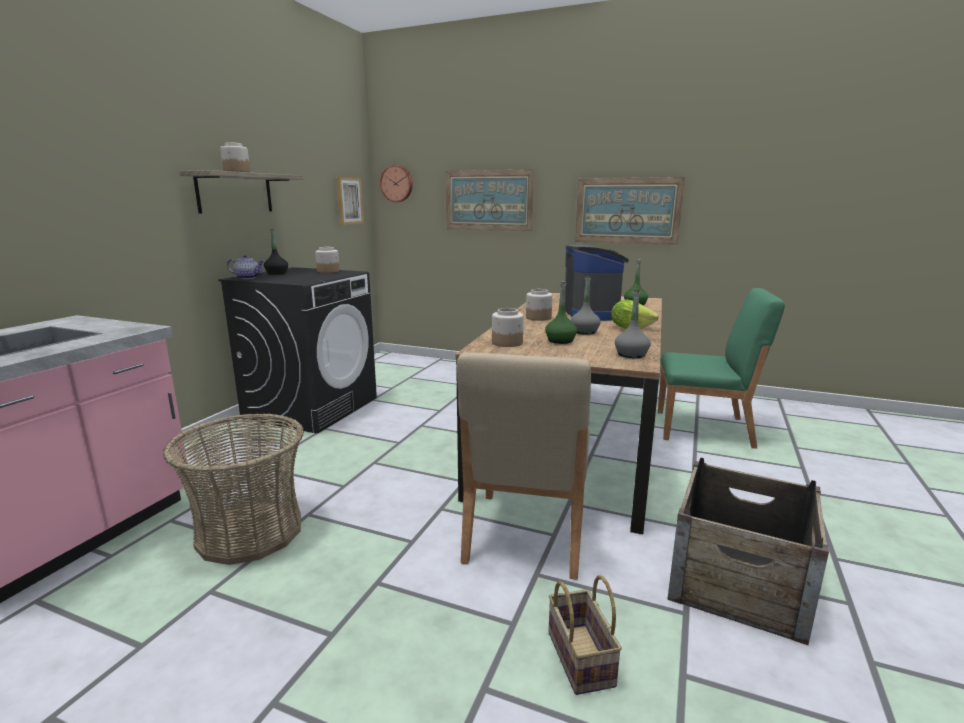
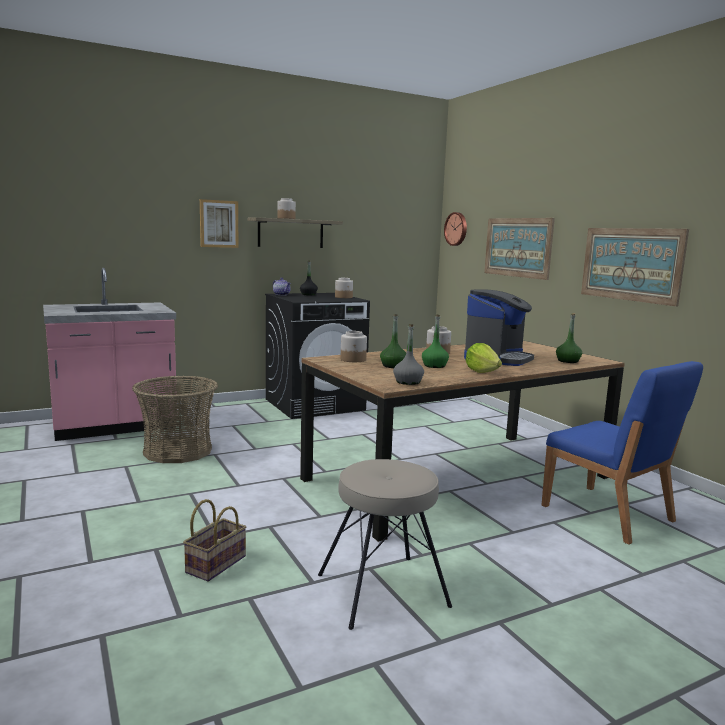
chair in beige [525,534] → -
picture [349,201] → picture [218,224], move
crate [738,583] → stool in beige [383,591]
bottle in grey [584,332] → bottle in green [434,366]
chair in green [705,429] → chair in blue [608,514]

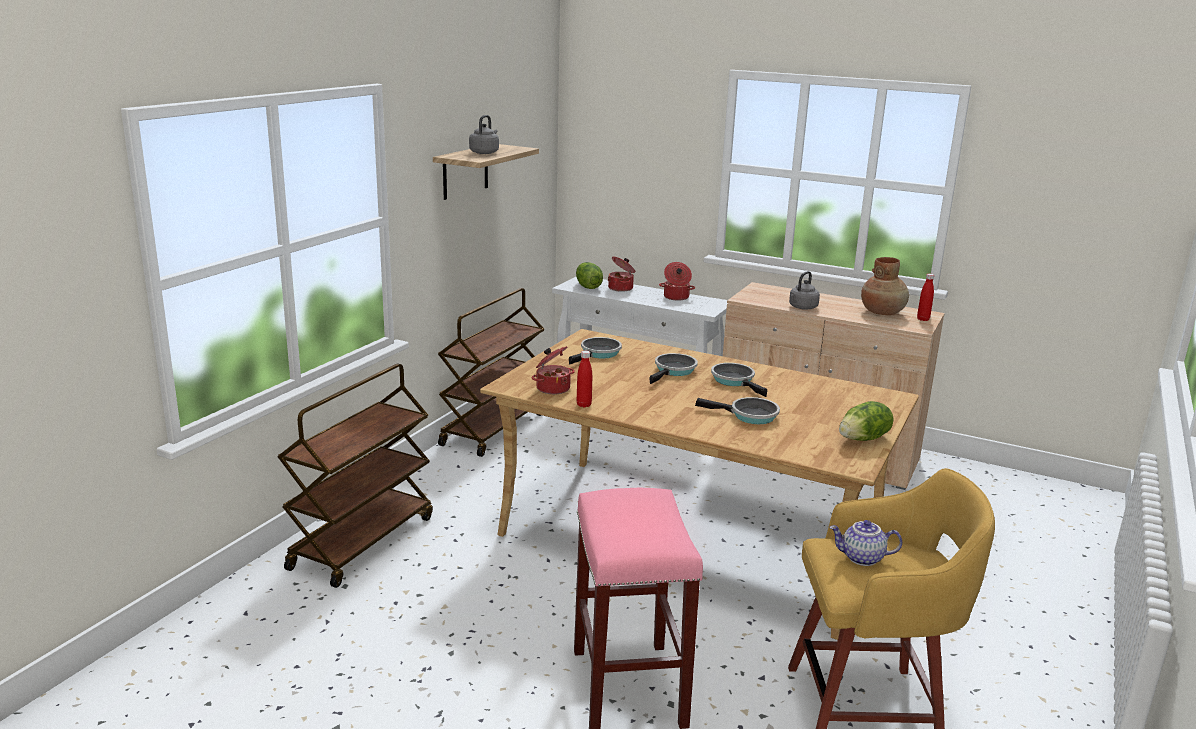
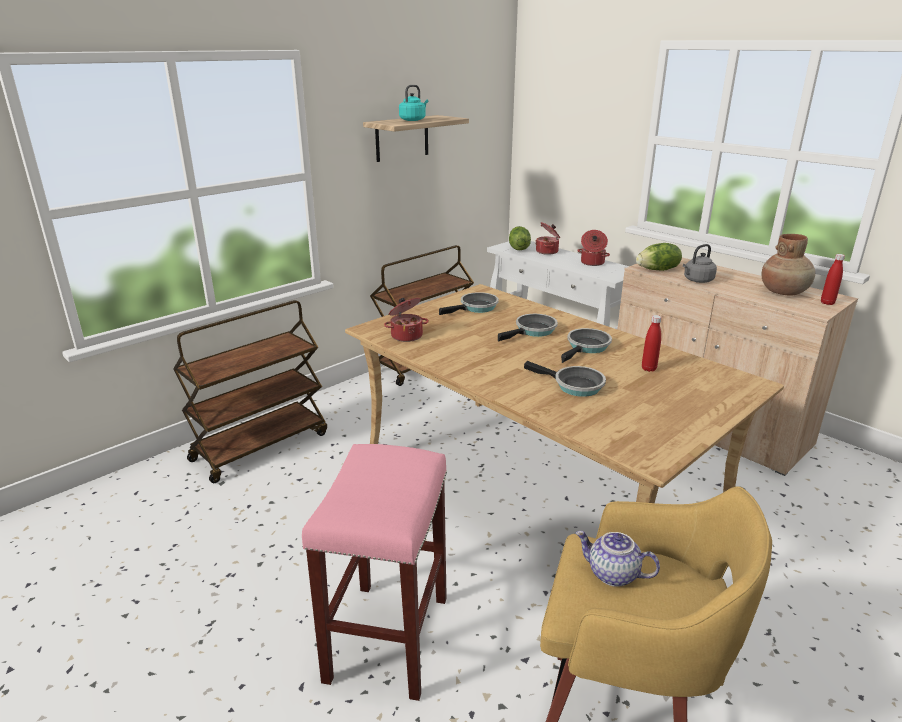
bottle in red [584,405] → bottle in red [648,369], move
lettuce [864,439] → lettuce [658,270], move
kettle in grey [485,152] → kettle in turquoise [413,120]
frying pan [735,381] → frying pan [587,347], 45 degrees clockwise

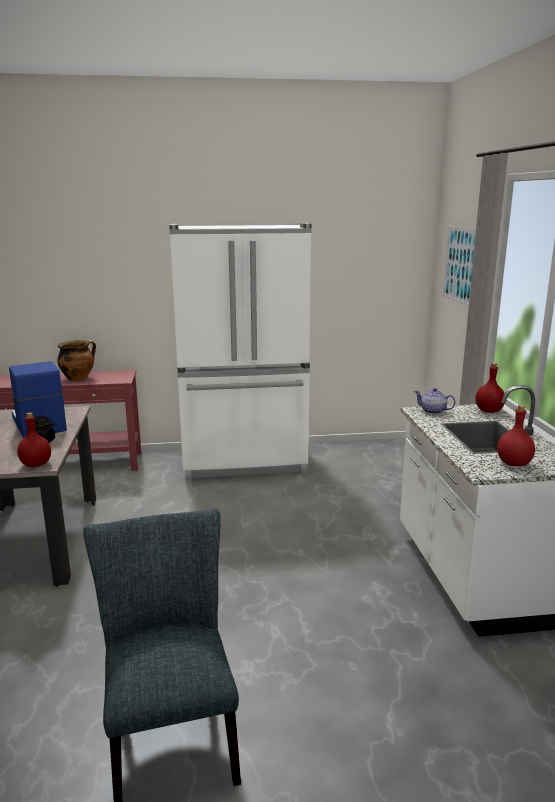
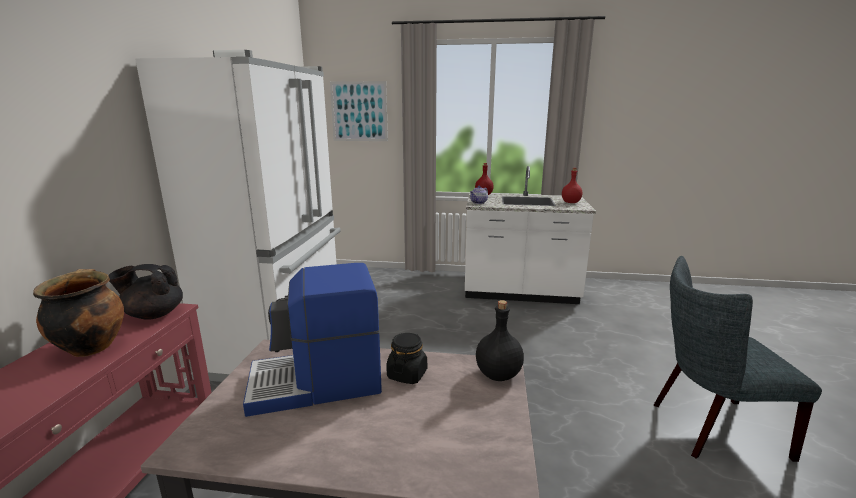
- → teapot in black [154,314]
bottle in red [36,464] → bottle in black [498,374]

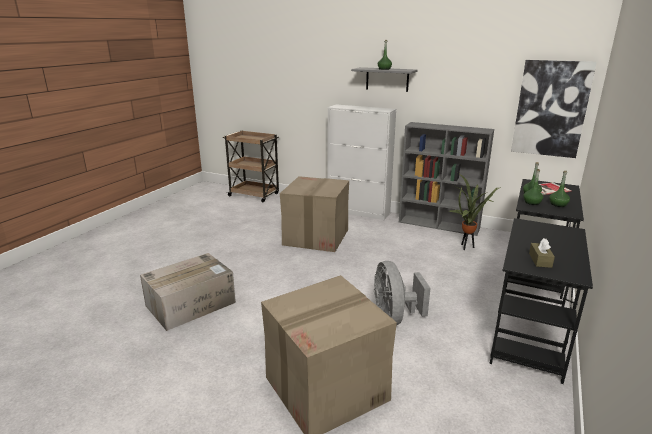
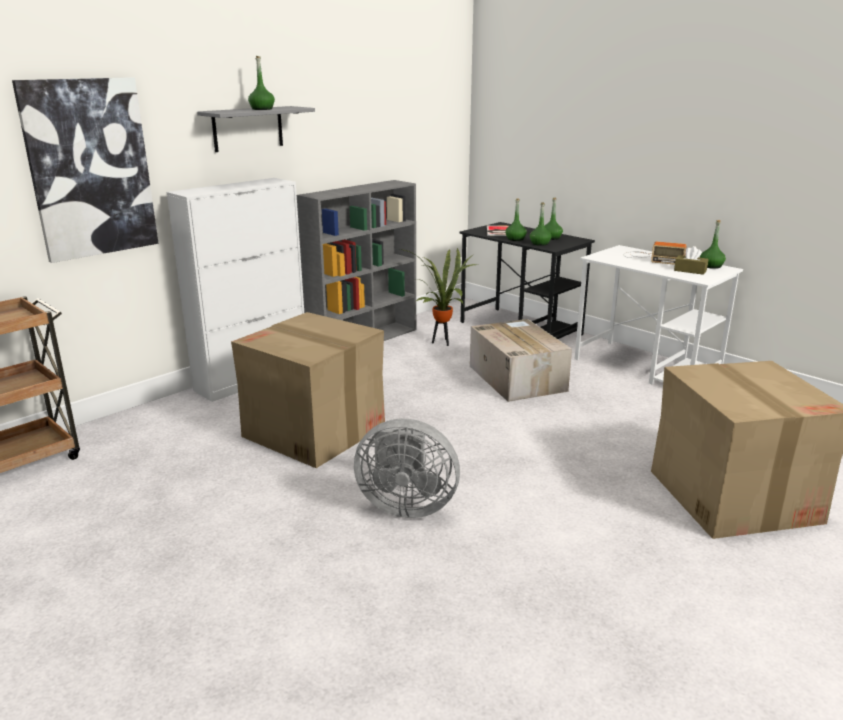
- → radio [651,258]
- → bottle in green [711,266]
cardboard box [192,303] → cardboard box [516,377], move
fan in grey [394,317] → fan in grey [405,505], move
picture [551,109] → picture [90,169], move
desk in black [528,337] → desk in white [647,367]

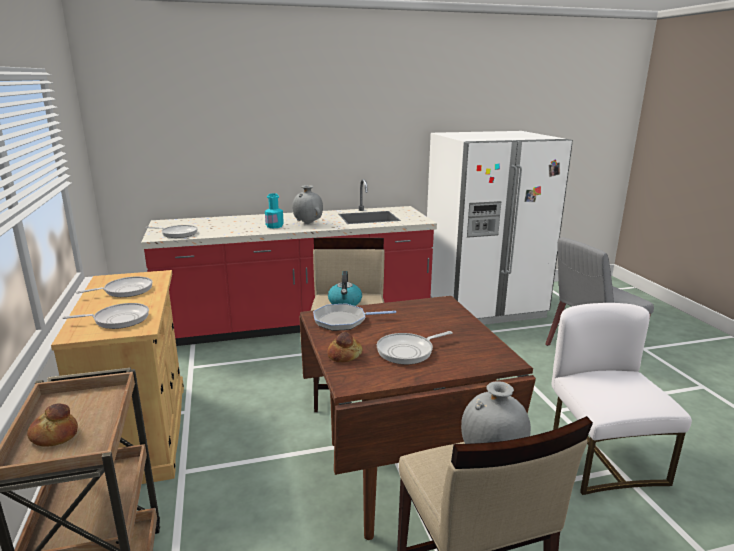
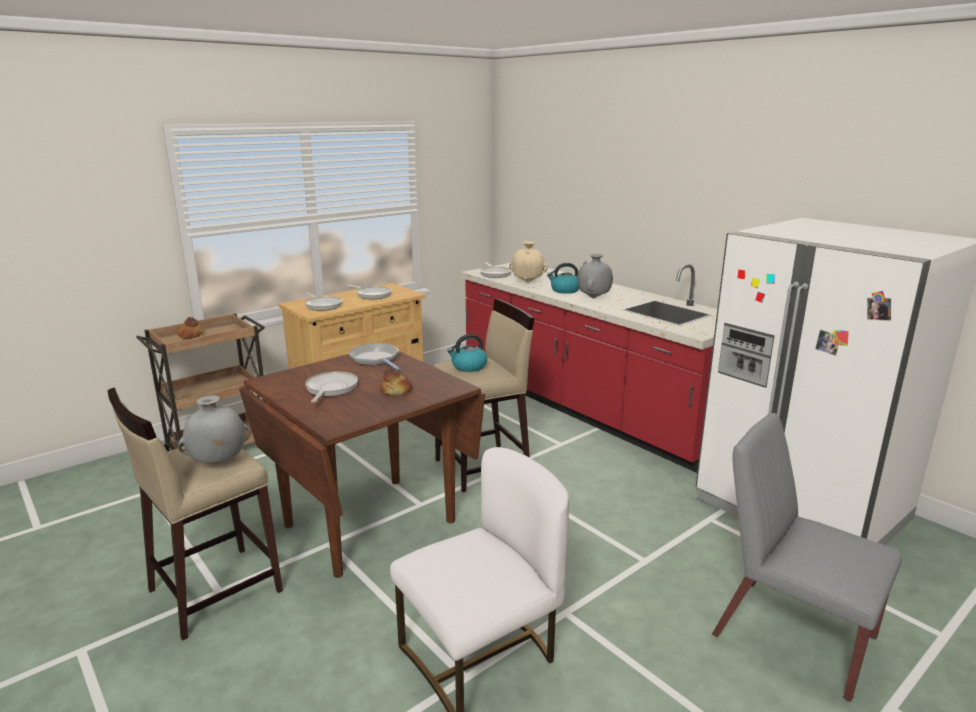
- → vase in beige [528,282]
bread [345,355] → bread [396,391], move
bottle in turquoise [274,226] → kettle [564,290]
frying pan [408,351] → frying pan [330,389], 60 degrees clockwise

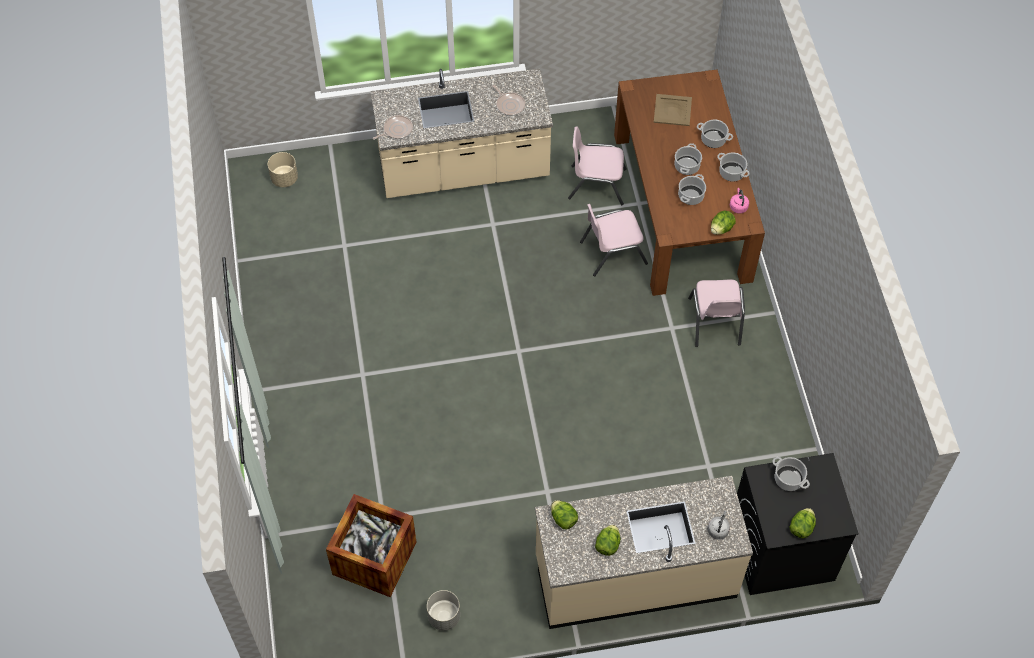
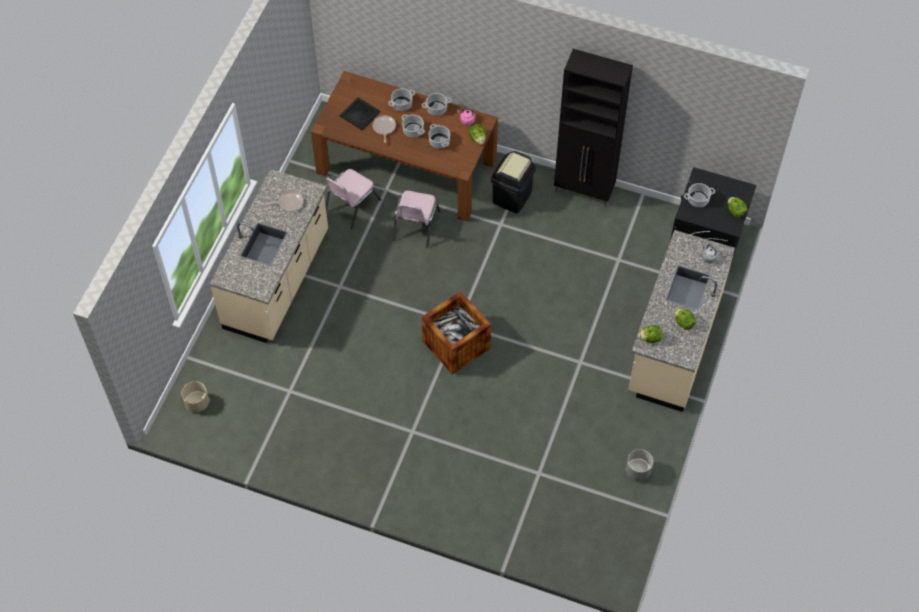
- → cabinet in black [584,191]
crate [374,558] → crate [456,345], move
frying pan [396,130] → frying pan [384,128], move
chair in pink [714,322] → trash can in black [512,197]
tray in beige [672,110] → tray in black [359,114]

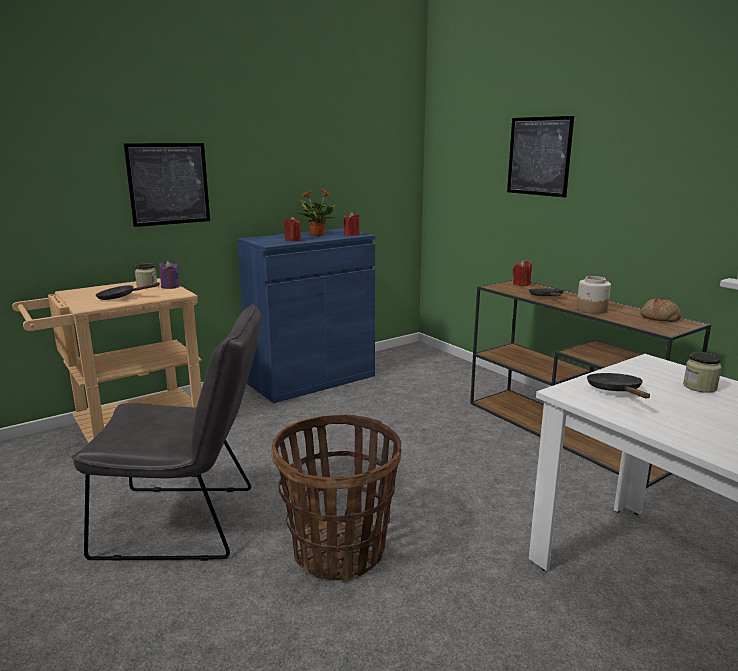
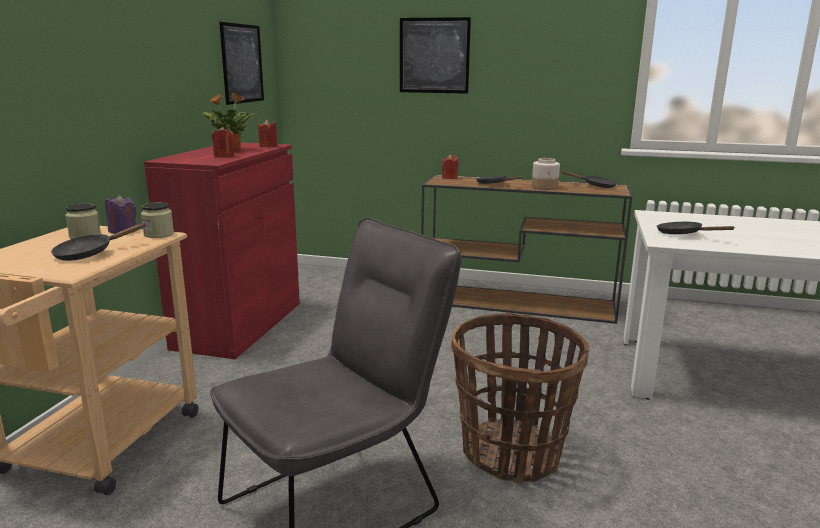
picture [168,184] → picture [242,63], move
jar [699,387] → jar [159,234], move
bread [659,318] → frying pan in black [595,186]
cabinet in blue [311,380] → cabinet in red [239,325]

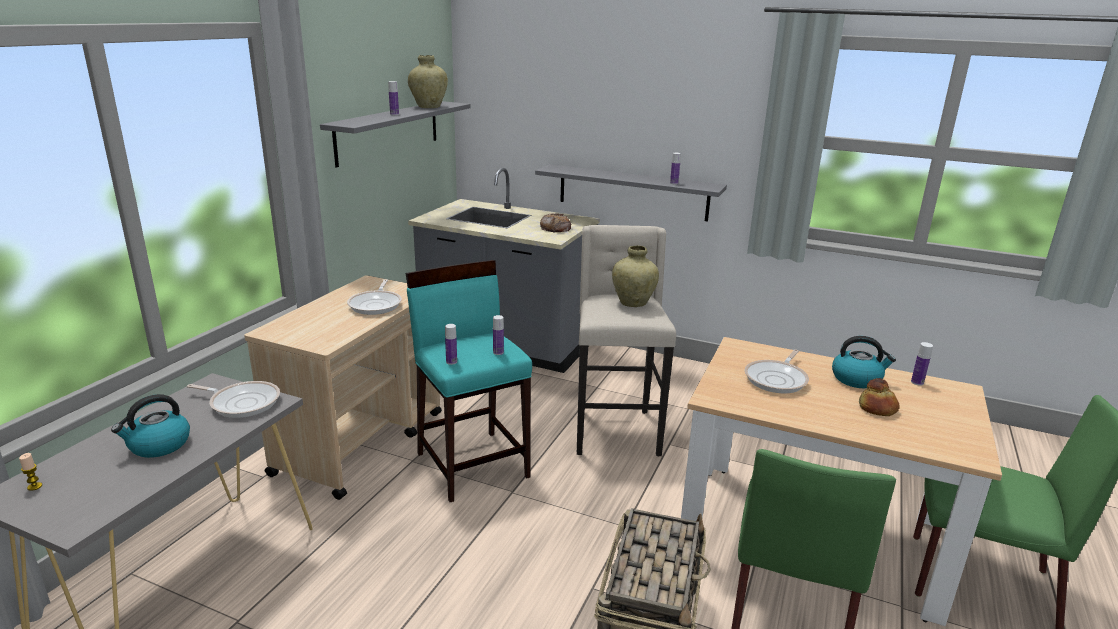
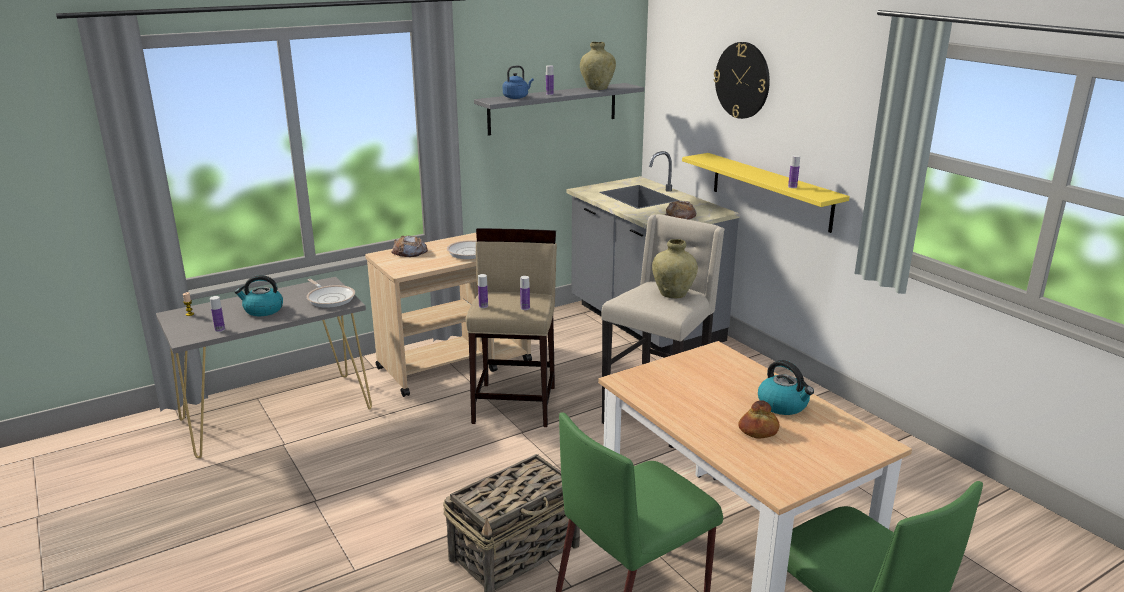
frying pan [777,379] → -
- → bread [409,252]
- → kettle in blue [517,97]
- → wall clock [742,80]
bottle [917,382] → bottle [220,329], move
stool in turquoise [473,464] → stool in beige [515,404]
shelf in grey [632,192] → shelf in yellow [770,191]

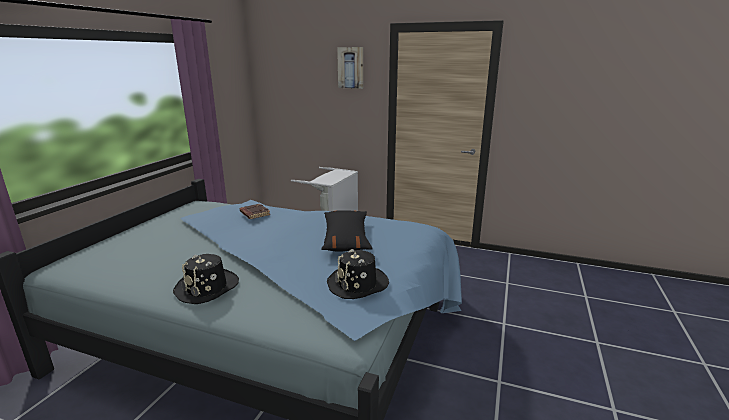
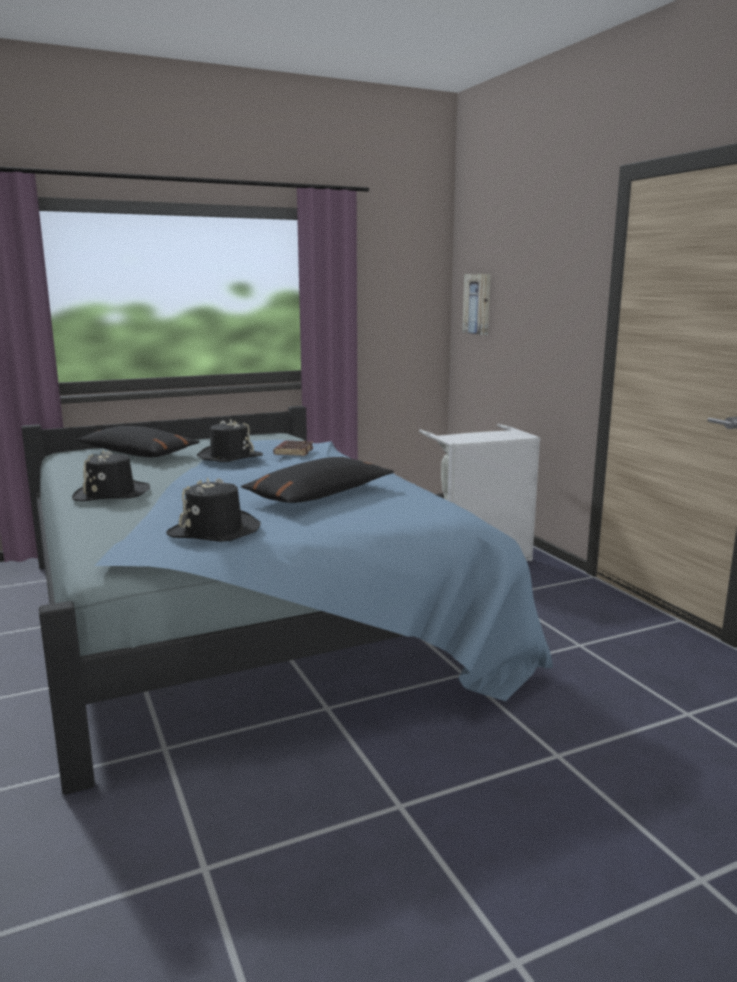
- → pillow in black [138,454]
- → hat in black [229,457]
picture [351,67] → picture [478,304], move

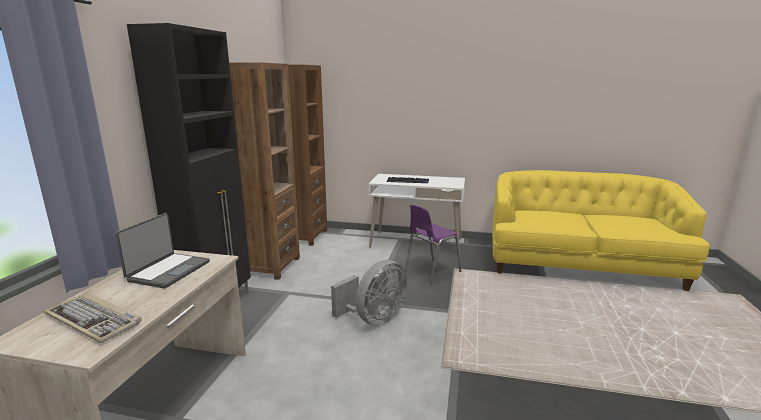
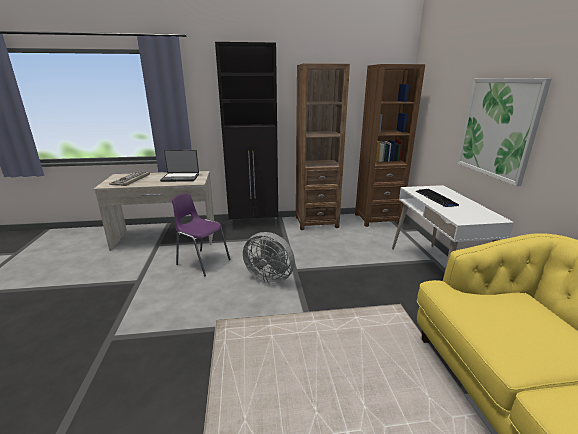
- → picture [497,128]
chair in purple [431,272] → chair in purple [202,262], move

